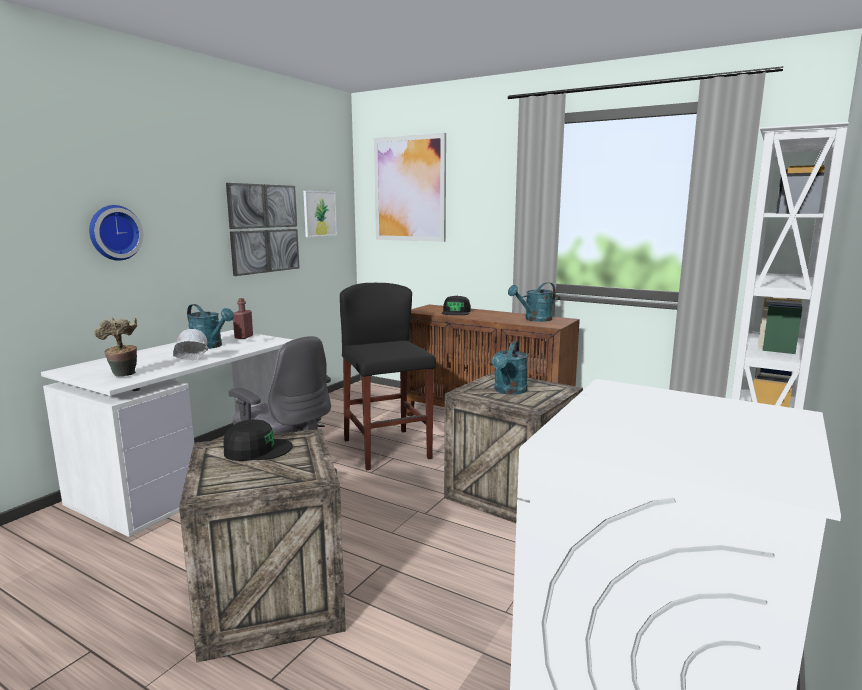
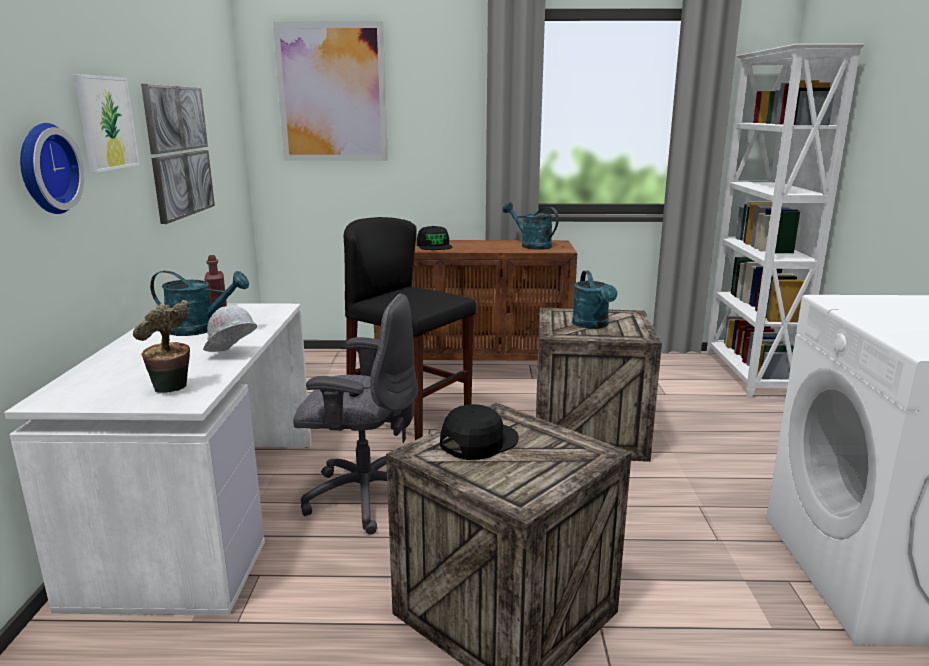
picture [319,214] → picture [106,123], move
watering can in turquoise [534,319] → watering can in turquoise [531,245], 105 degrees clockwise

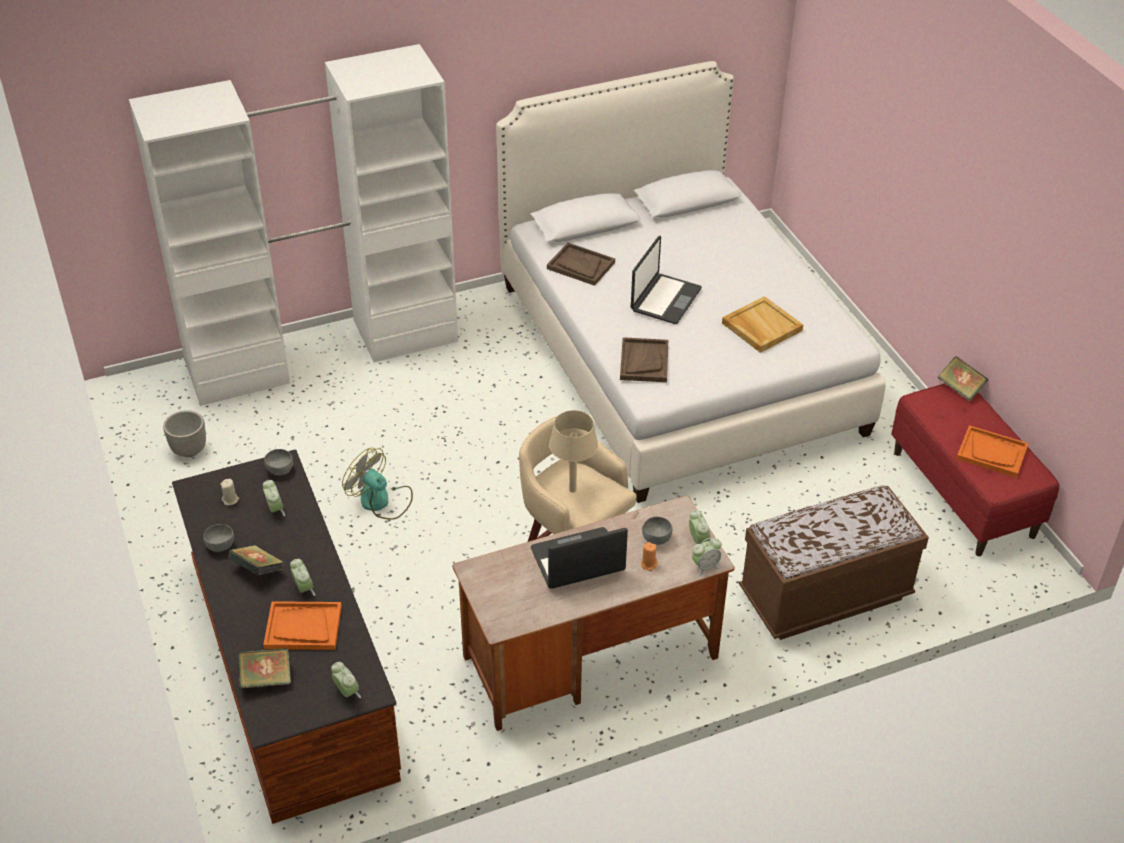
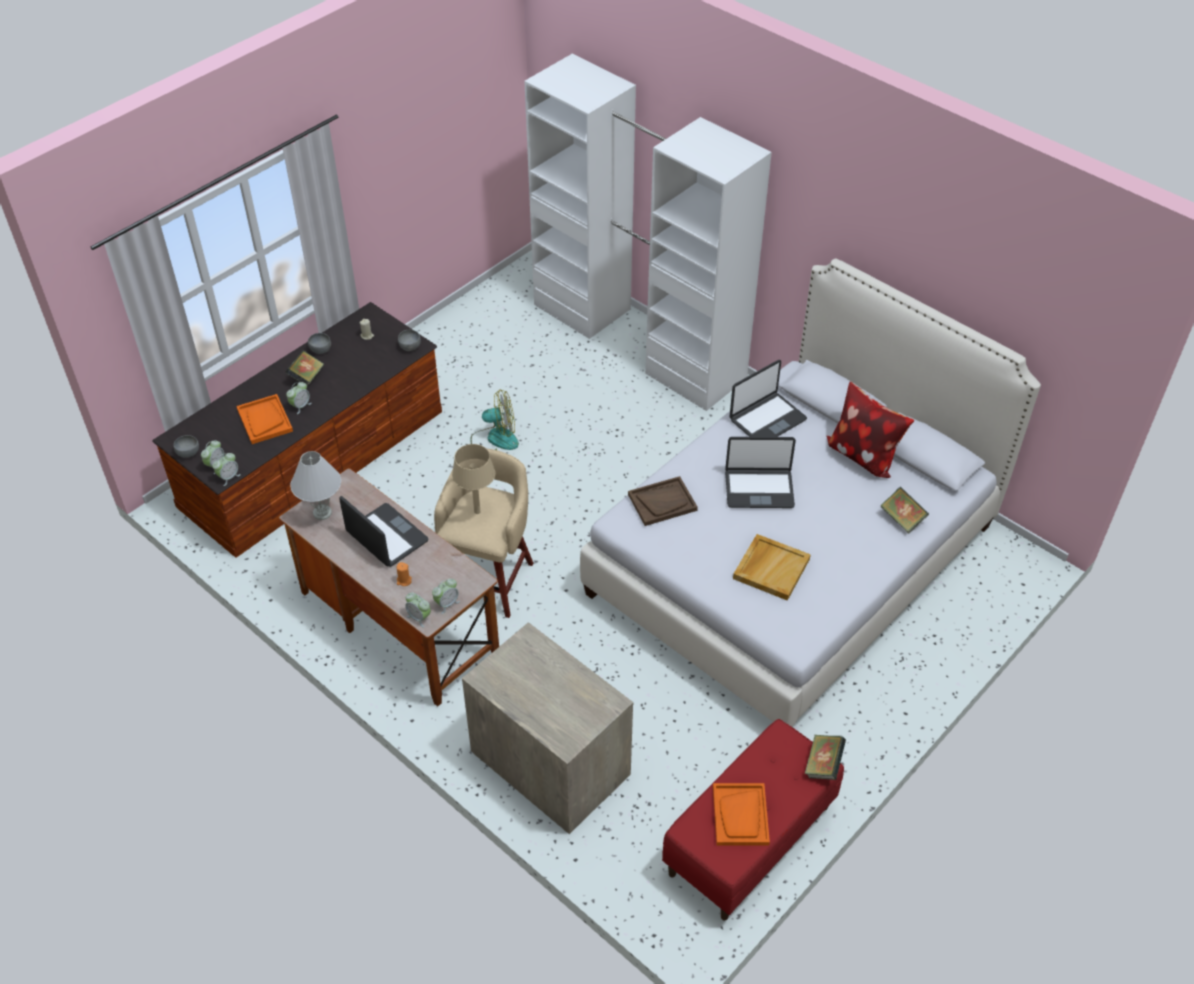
planter [189,450] → -
- → table lamp in white [322,512]
- → pillow [863,455]
book [266,678] → book [902,519], move
alarm clock [275,509] → alarm clock [228,477], move
bowl in grey [656,539] → bowl in grey [188,453], move
tray in brown [580,266] → laptop [767,419]
bench in brown [825,596] → dresser [549,762]
fan [381,501] → fan [494,440], 75 degrees clockwise

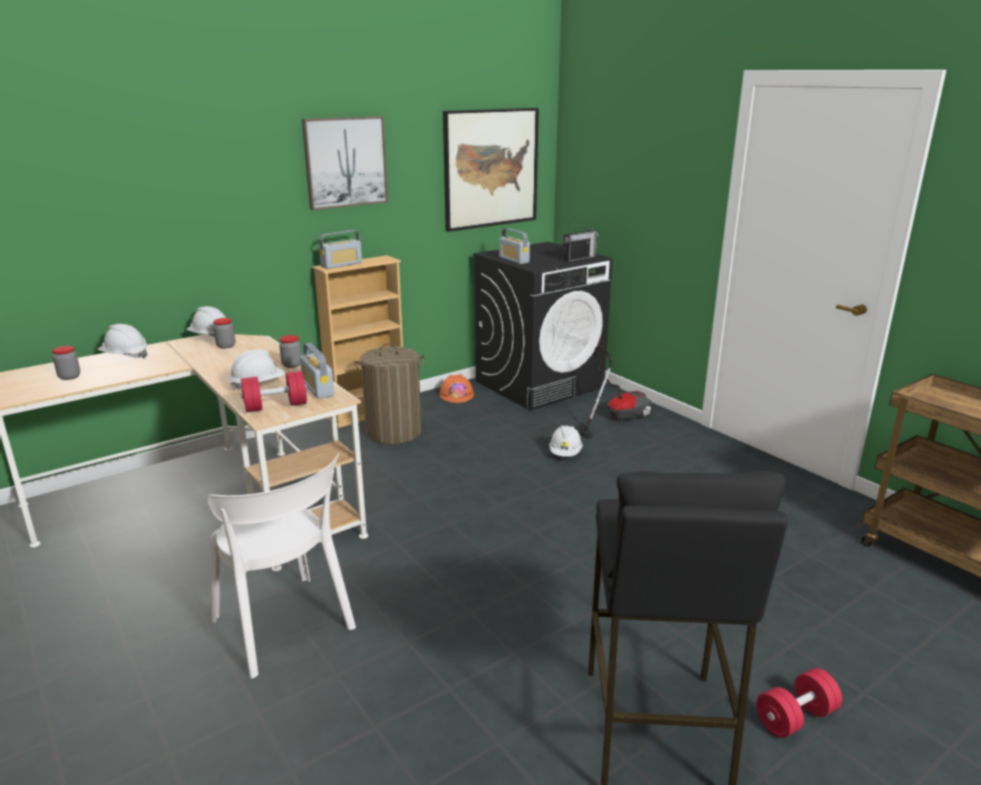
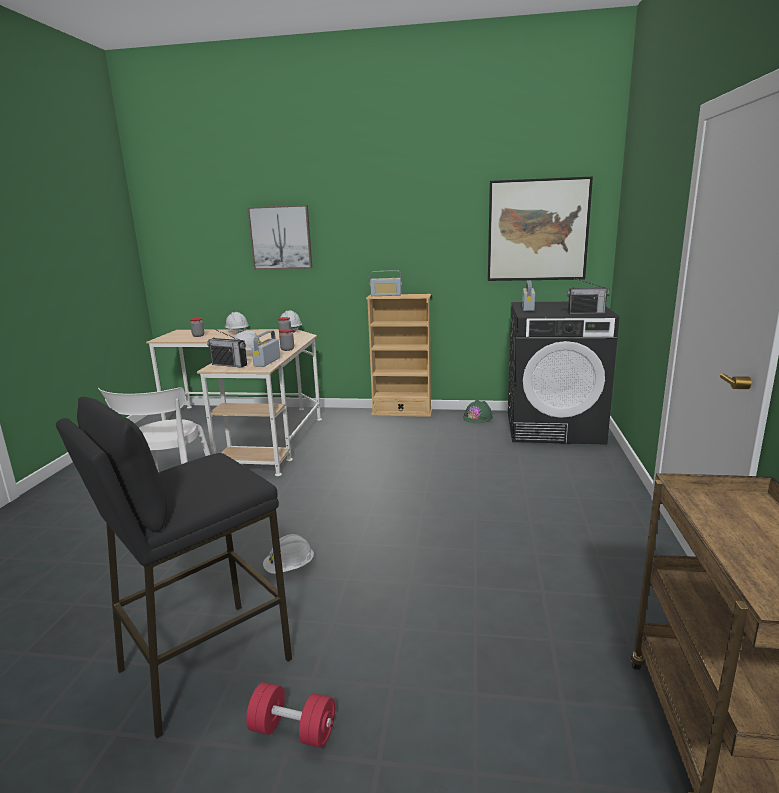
laundry basket [394,432] → -
vacuum cleaner [615,418] → -
picture [345,162] → picture [281,237], move
hard hat in white [565,453] → hard hat in white [289,568], move
dumbbell in red [276,406] → radio [229,365]
hard hat in orange [457,395] → hard hat in green [478,417]

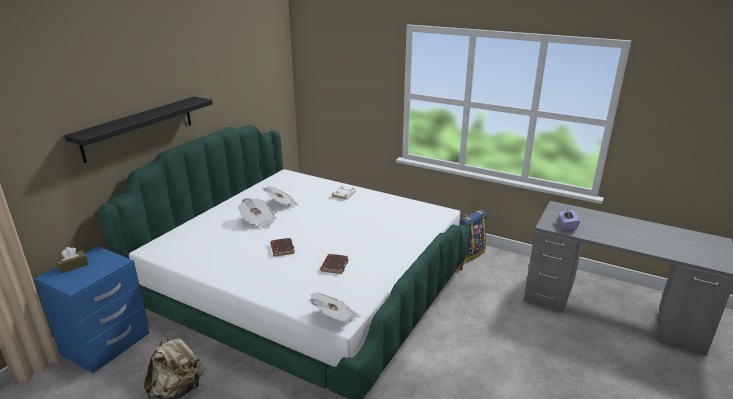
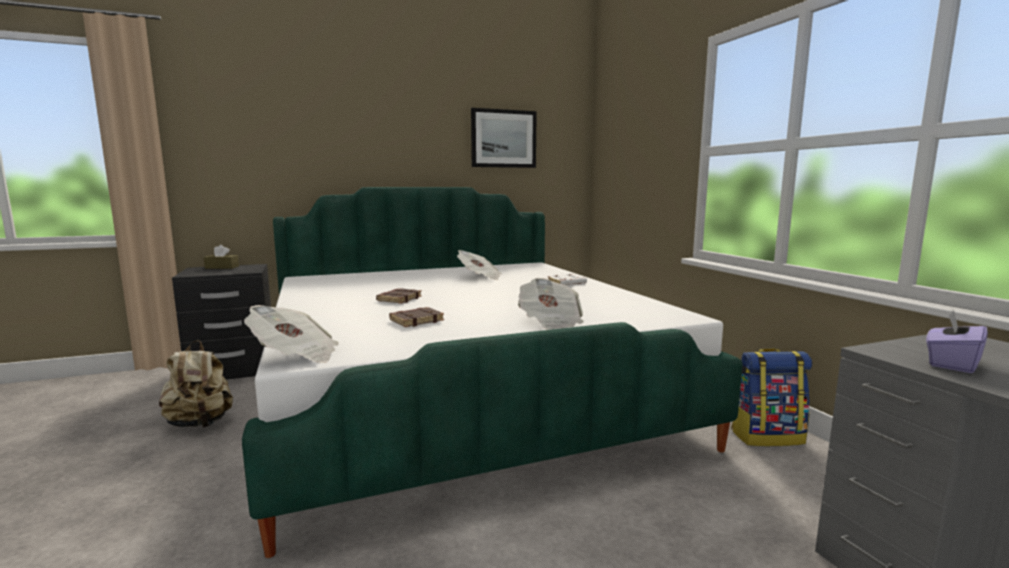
shelf in black [139,128] → -
- → picture [503,139]
newspaper [258,222] → newspaper [550,322], move
nightstand in blue [107,344] → nightstand in black [233,370]

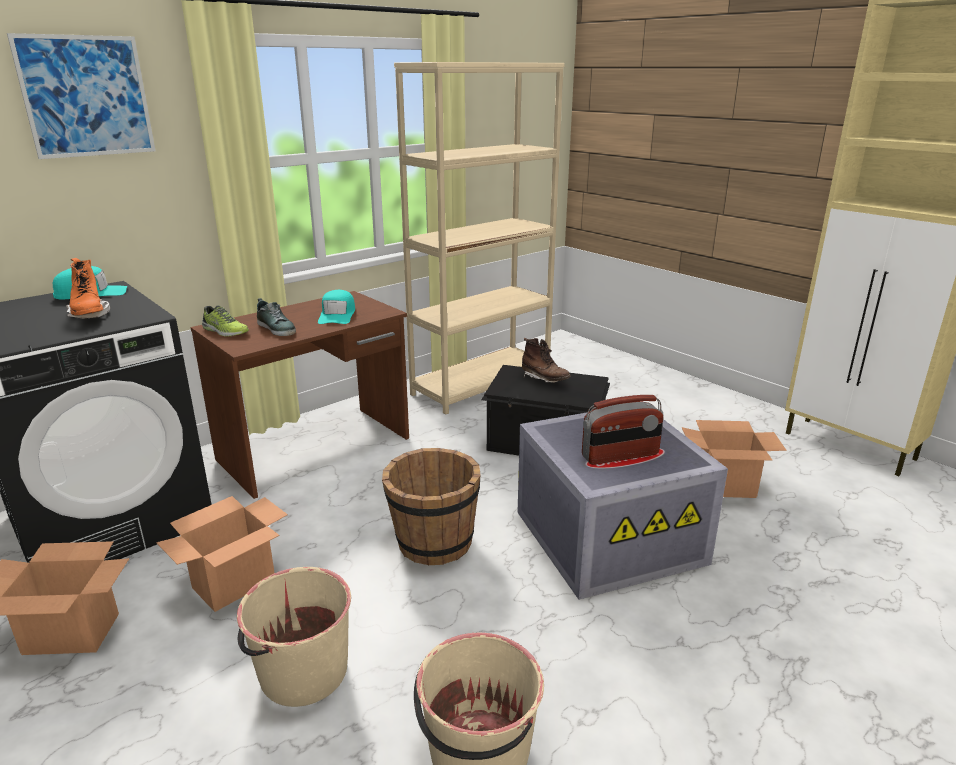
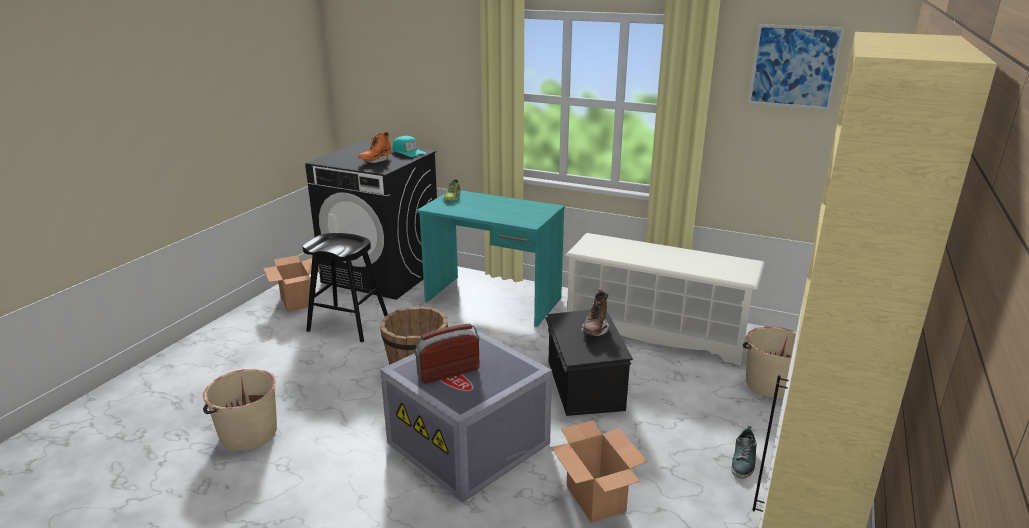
cap in turquoise [337,315] → -
picture [86,96] → picture [794,67], move
bucket in beige [302,672] → bucket in beige [770,384], move
shoe [277,328] → shoe [743,461], move
cardboard box [234,583] → stool in black [348,324]
bookcase in beige [482,384] → shoe rack in white [656,331]
desk in brown [316,449] → desk in turquoise [493,301]
radio [620,455] → radio [448,372], 105 degrees clockwise

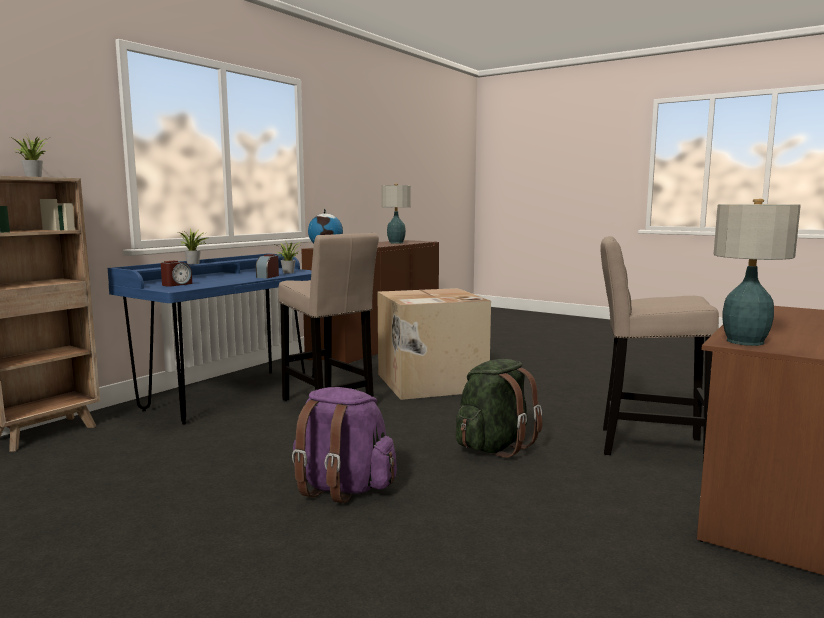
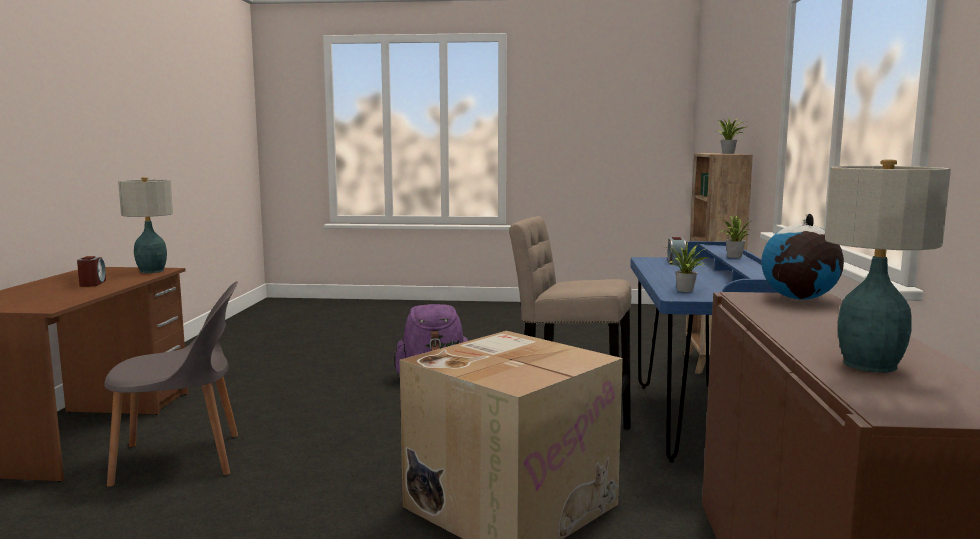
backpack in green [494,446] → -
alarm clock [268,276] → alarm clock [92,283], move
stool in beige [645,445] → chair in grey [182,459]

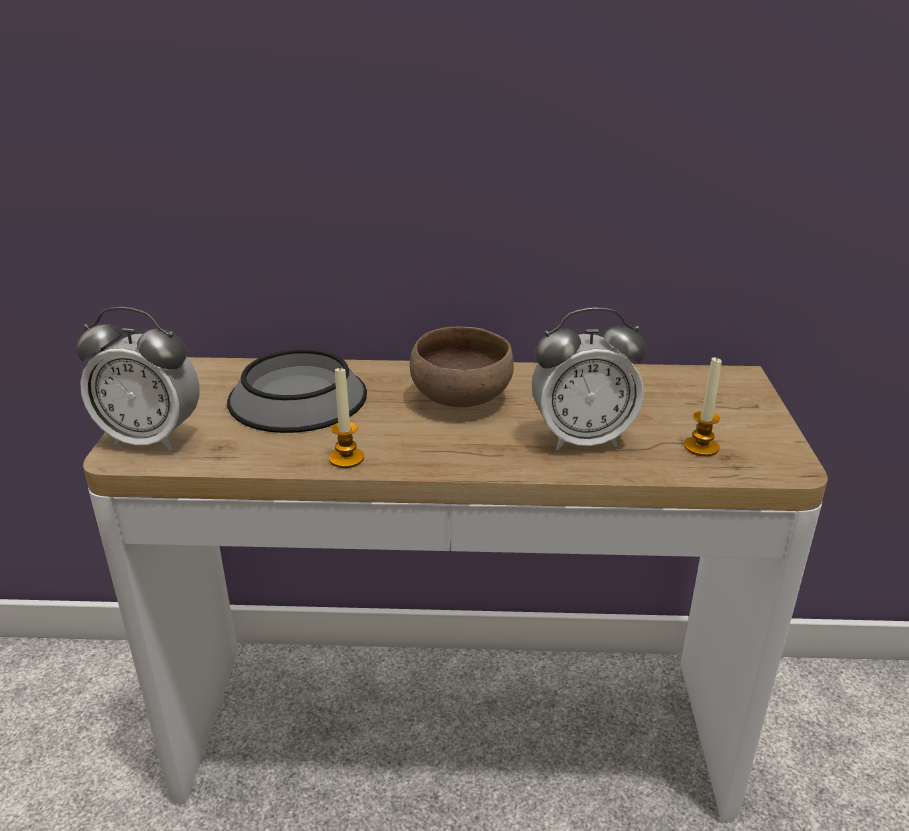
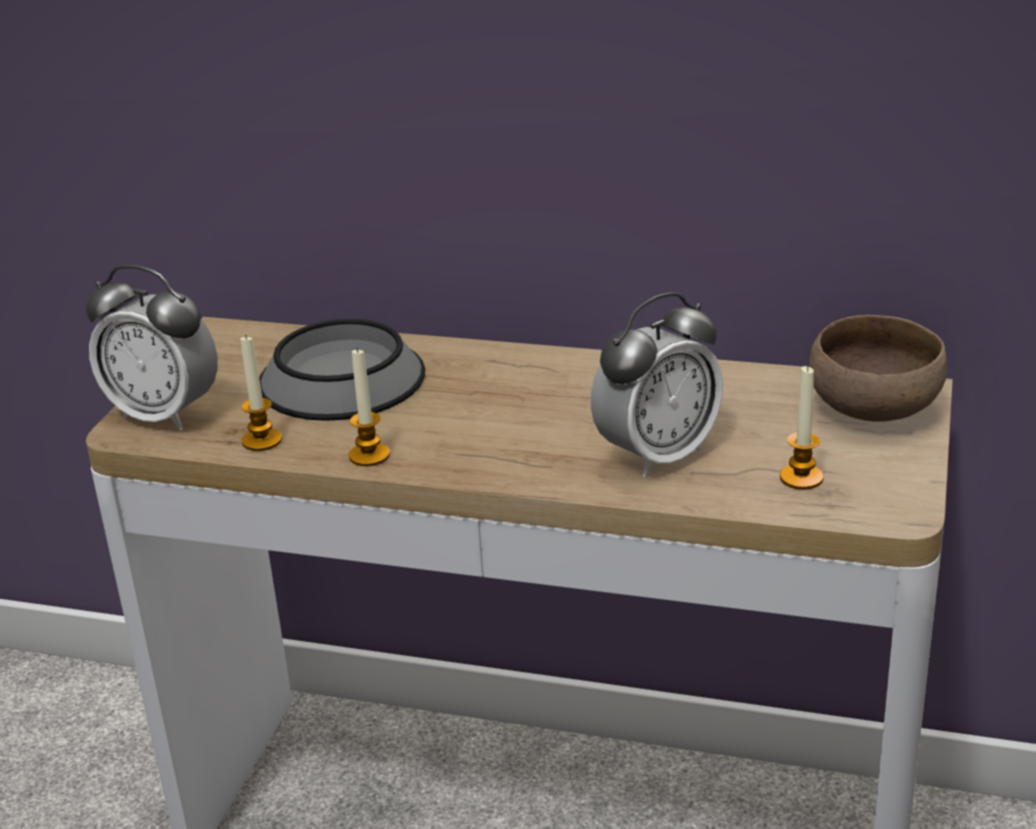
- → candle [262,440]
bowl in brown [463,399] → bowl in brown [876,410], move
alarm clock [582,439] → alarm clock [657,455], 45 degrees counterclockwise

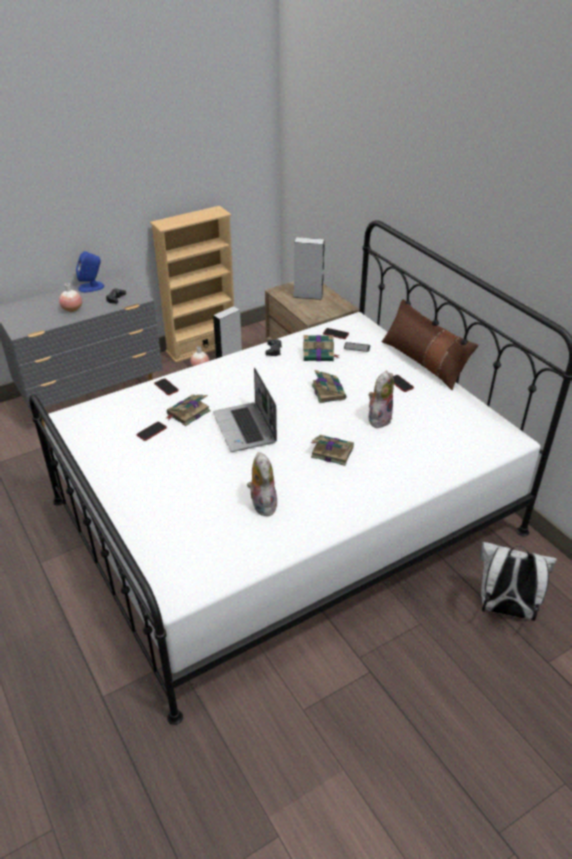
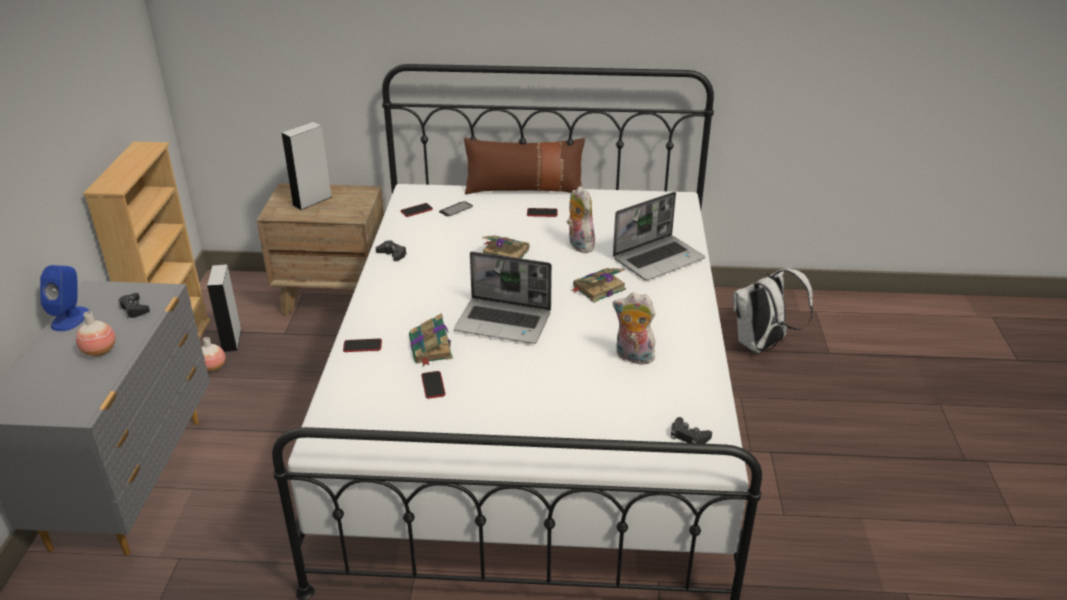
book [319,354] → -
- → laptop [658,259]
- → game controller in black [688,437]

